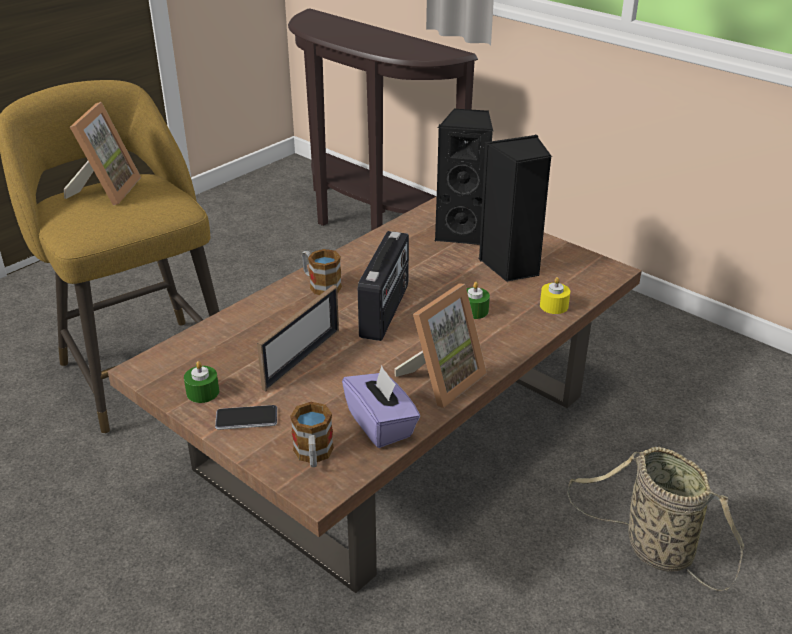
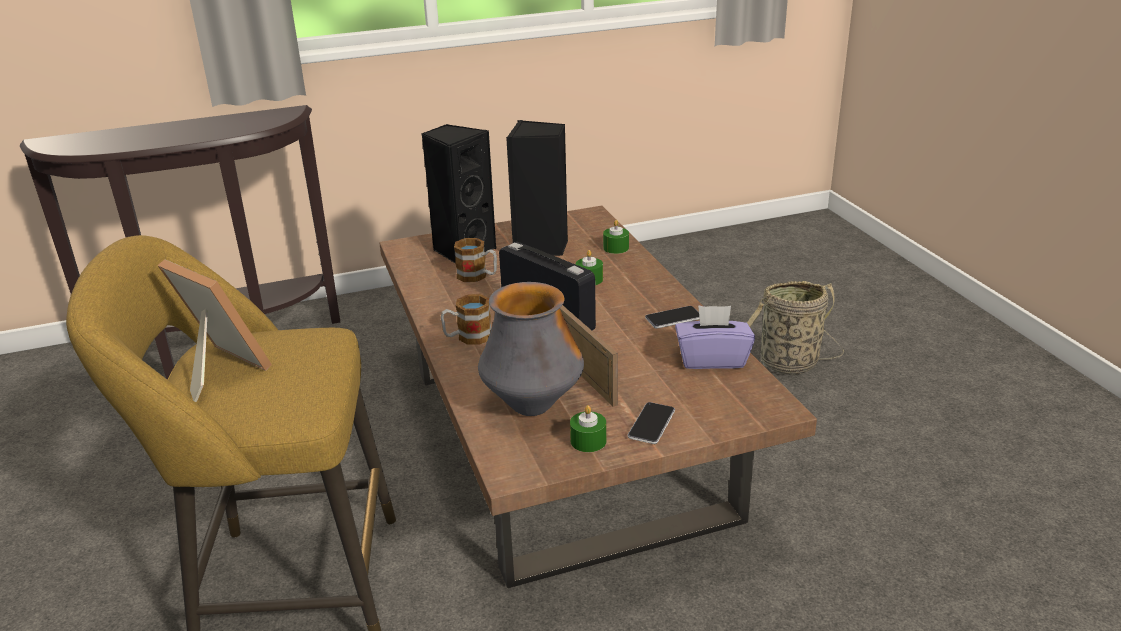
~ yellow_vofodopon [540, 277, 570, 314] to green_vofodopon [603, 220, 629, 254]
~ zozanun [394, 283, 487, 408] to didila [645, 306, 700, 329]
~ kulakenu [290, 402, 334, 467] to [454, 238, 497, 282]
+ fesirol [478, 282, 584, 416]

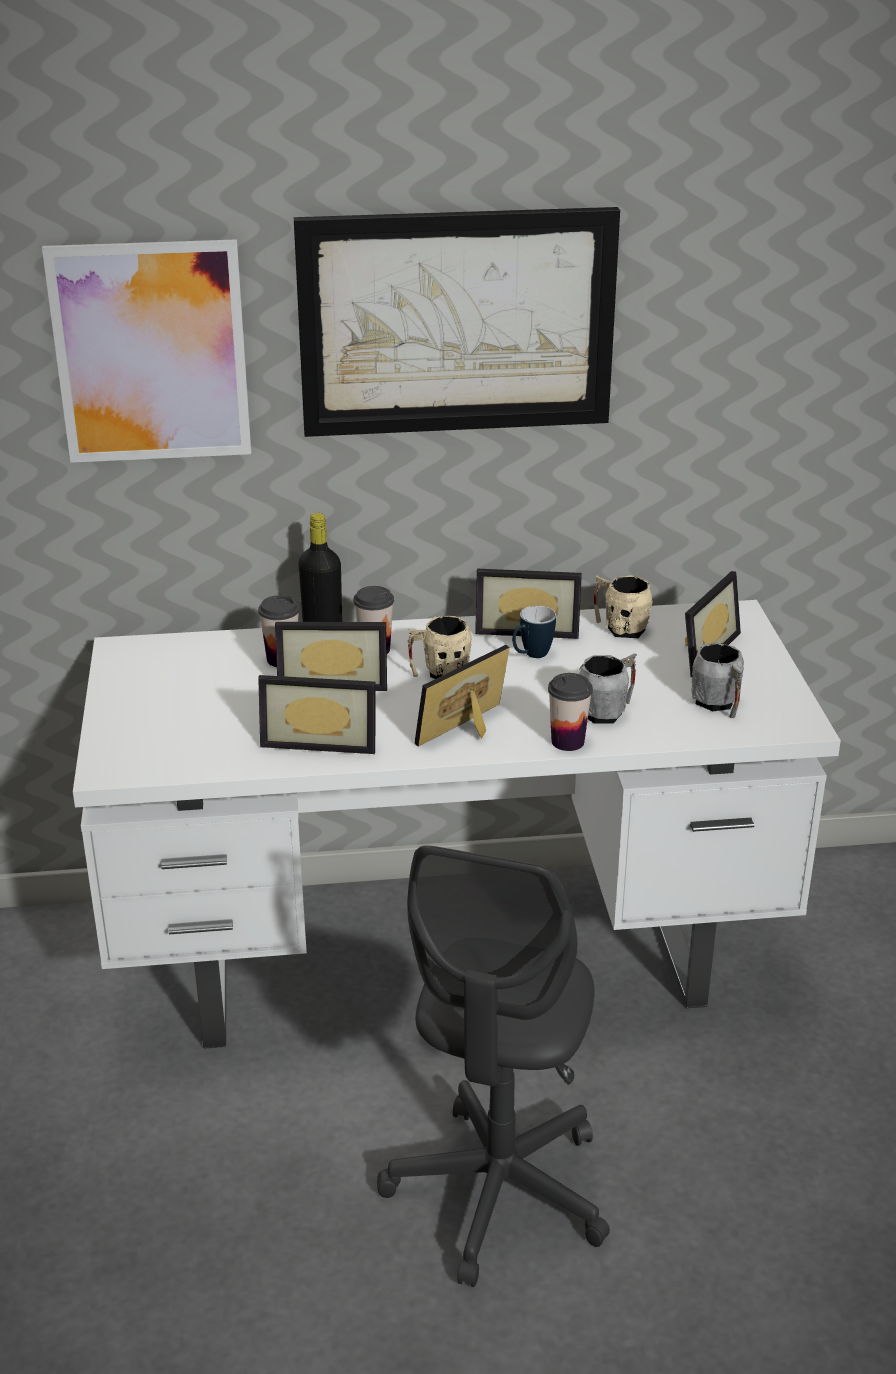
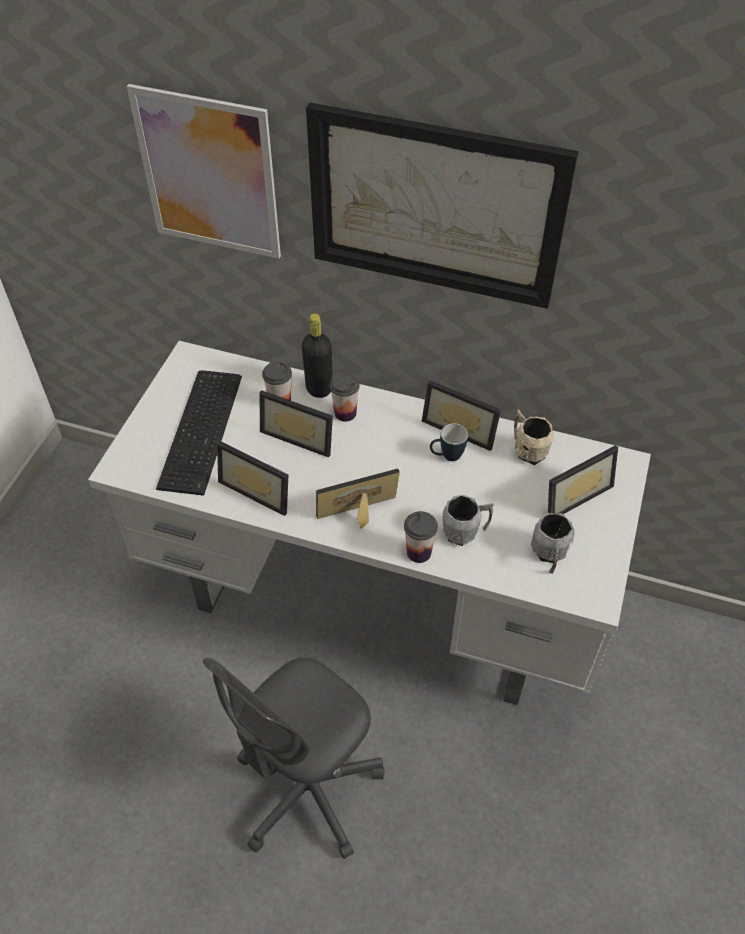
- beige_kulakenu [408, 616, 472, 679]
+ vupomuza [156, 370, 242, 496]

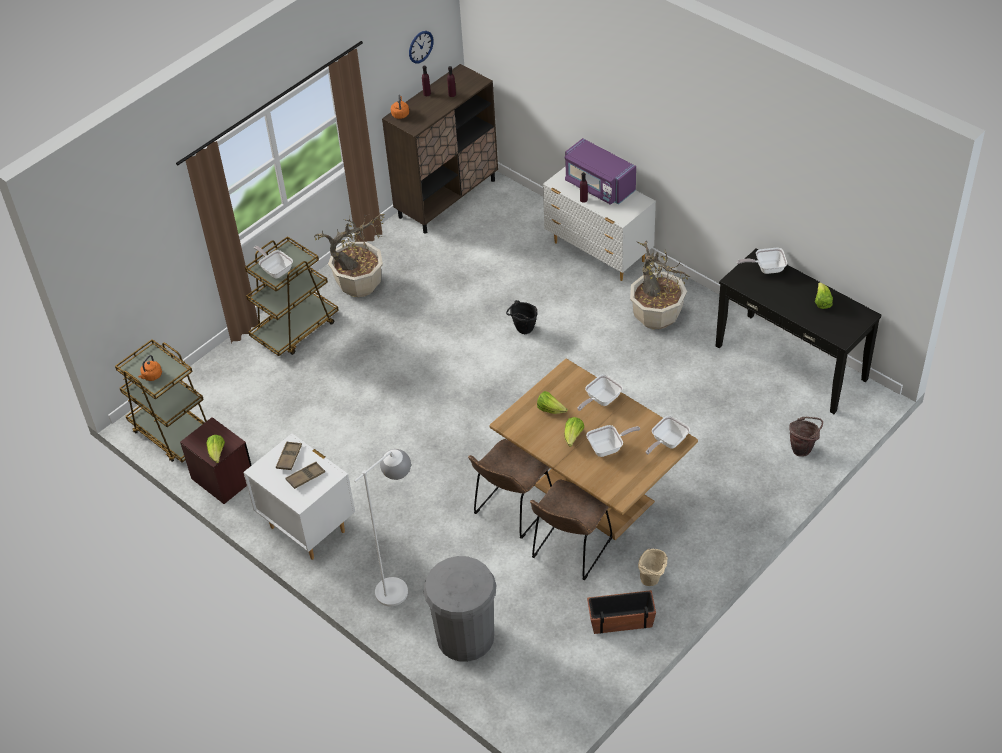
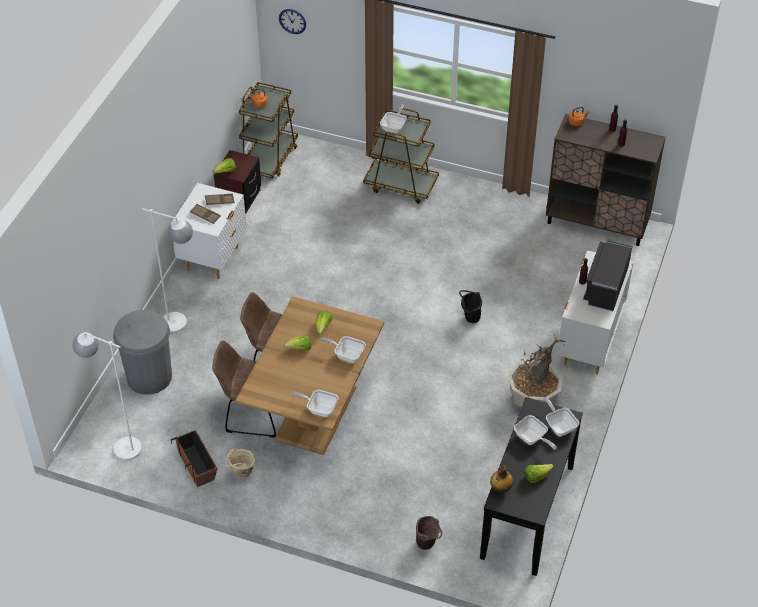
~ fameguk [409, 31, 434, 64] to [279, 9, 306, 34]
~ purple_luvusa [564, 138, 636, 205] to black_luvusa [583, 240, 632, 311]
- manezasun [314, 214, 385, 297]
~ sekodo [586, 425, 640, 457] to [514, 415, 557, 450]
+ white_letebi [73, 332, 142, 460]
+ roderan [490, 465, 513, 493]

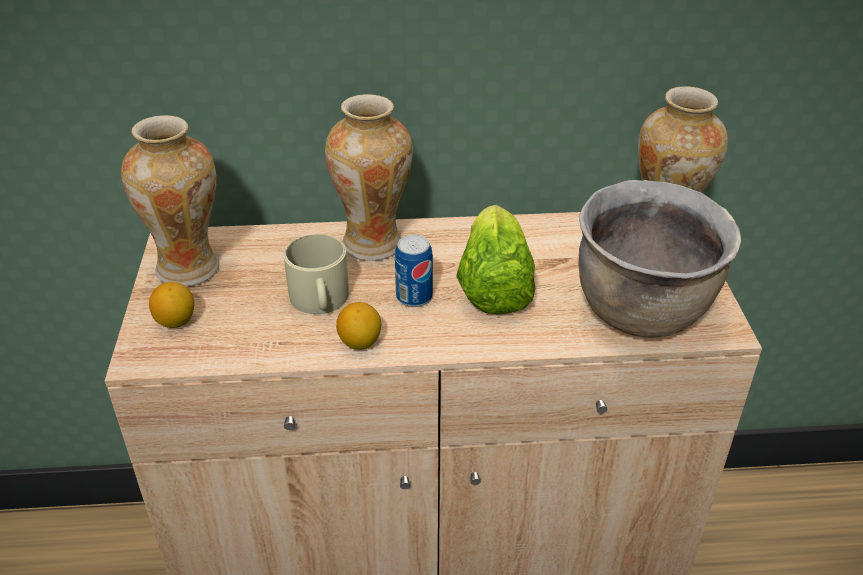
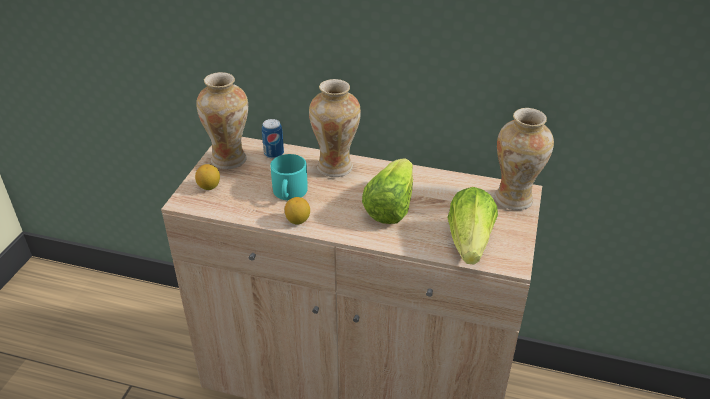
~ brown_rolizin [578, 180, 742, 338] to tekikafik [447, 187, 498, 265]
~ beige_kulakenu [283, 234, 349, 314] to turquoise_kulakenu [270, 154, 308, 200]
~ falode [395, 235, 433, 307] to [262, 119, 284, 159]

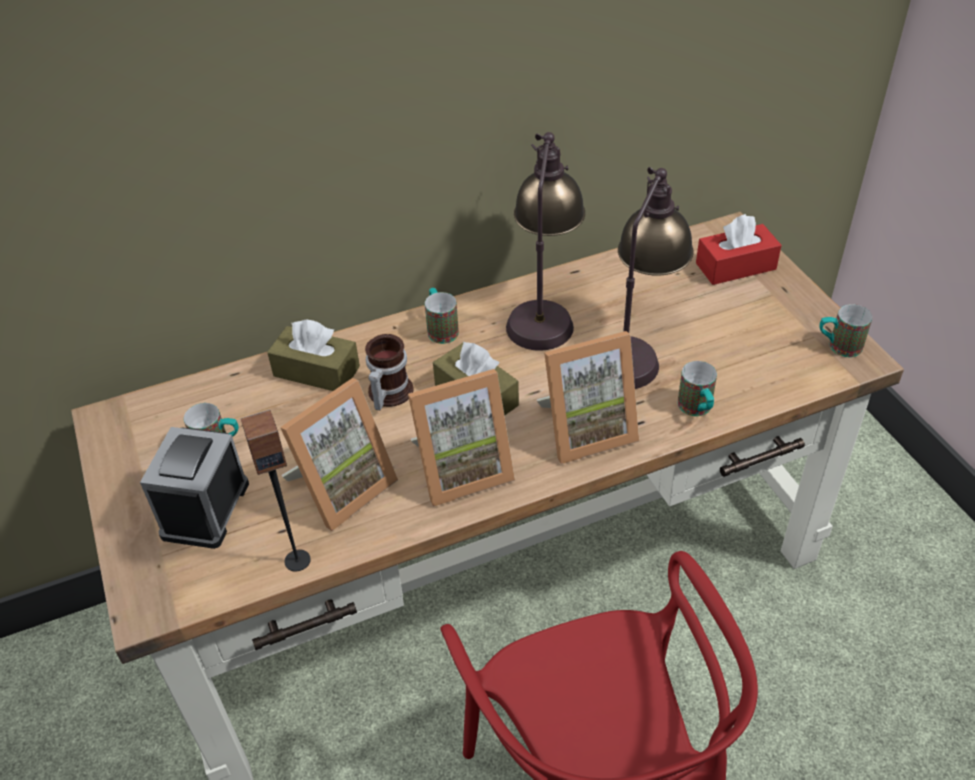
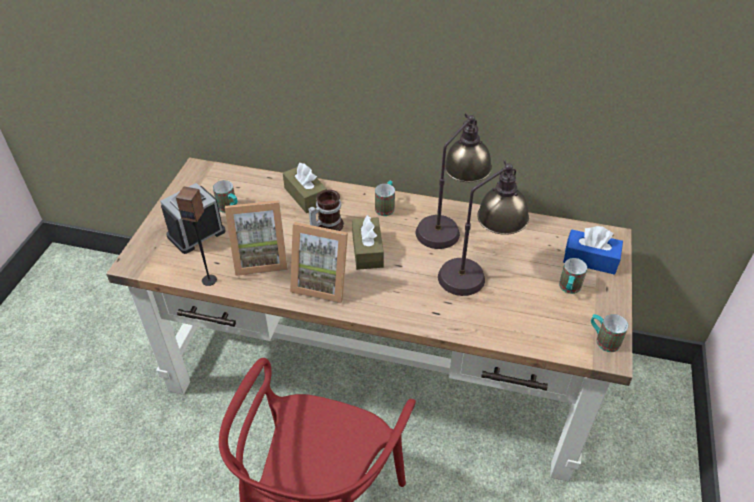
~ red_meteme [696, 214, 782, 285] to blue_meteme [563, 226, 623, 275]
- zozanun [537, 331, 639, 464]
~ kulakenu [677, 361, 717, 416] to [559, 258, 587, 294]

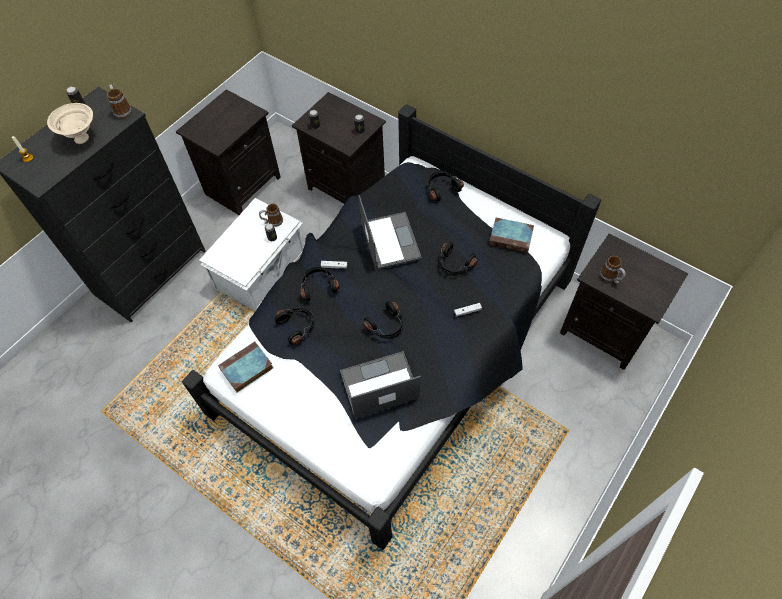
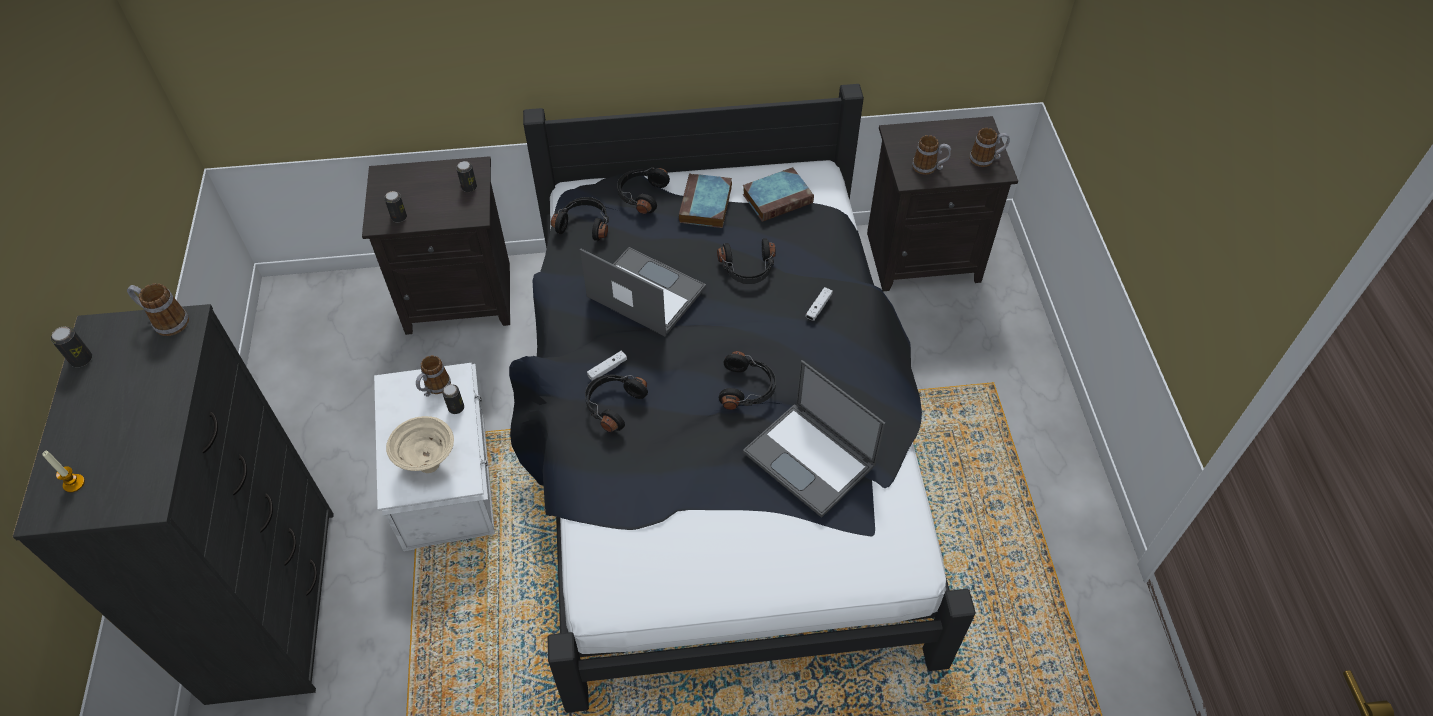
- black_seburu [176, 89, 281, 215]
~ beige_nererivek [47, 103, 93, 144] to [386, 416, 454, 473]
~ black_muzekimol [275, 308, 315, 345] to [551, 197, 609, 241]
~ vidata [218, 342, 274, 392] to [679, 173, 732, 228]
~ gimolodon [340, 351, 421, 418] = [743, 360, 885, 518] 75 degrees counterclockwise
+ kulakenu [969, 128, 1010, 167]

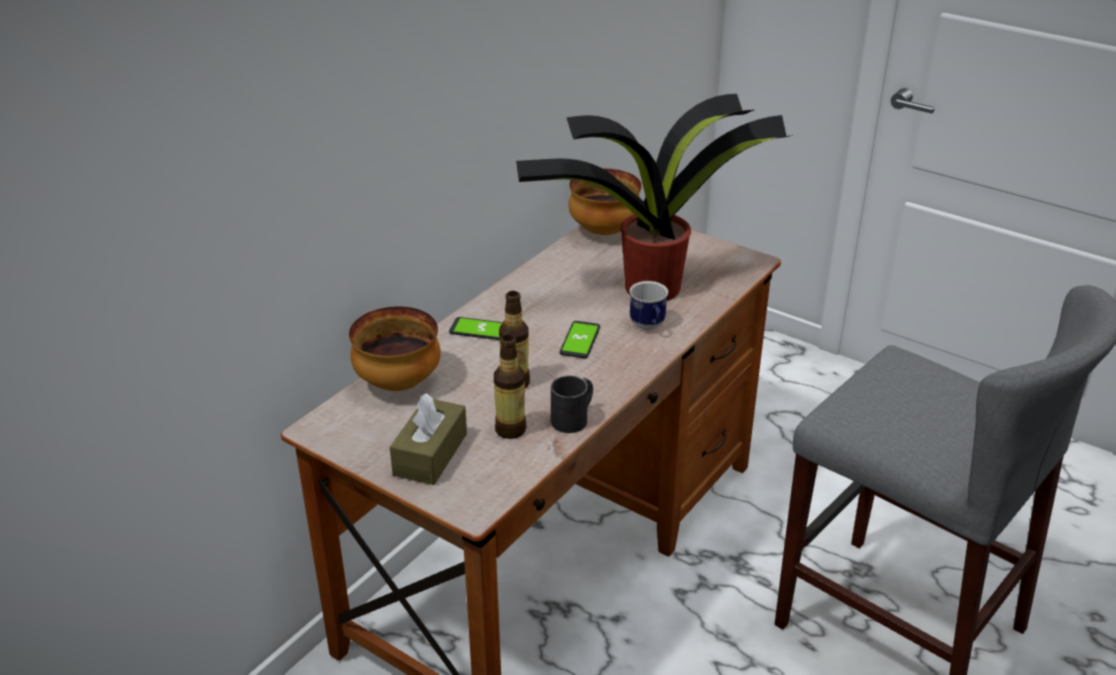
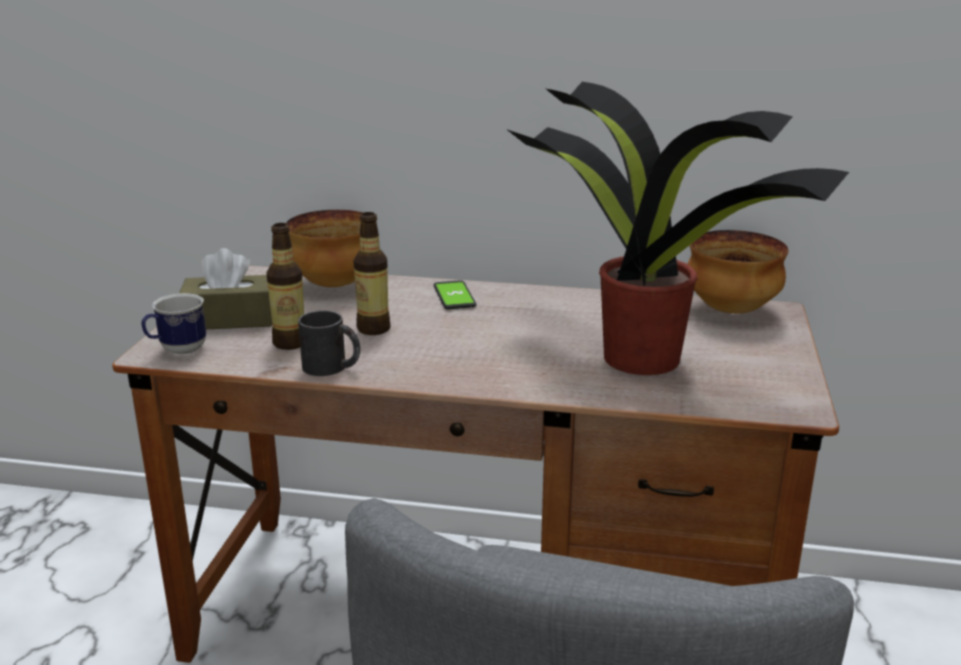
~ kulakenu [630, 281, 668, 330] to [141, 293, 206, 355]
- didila [559, 321, 600, 358]

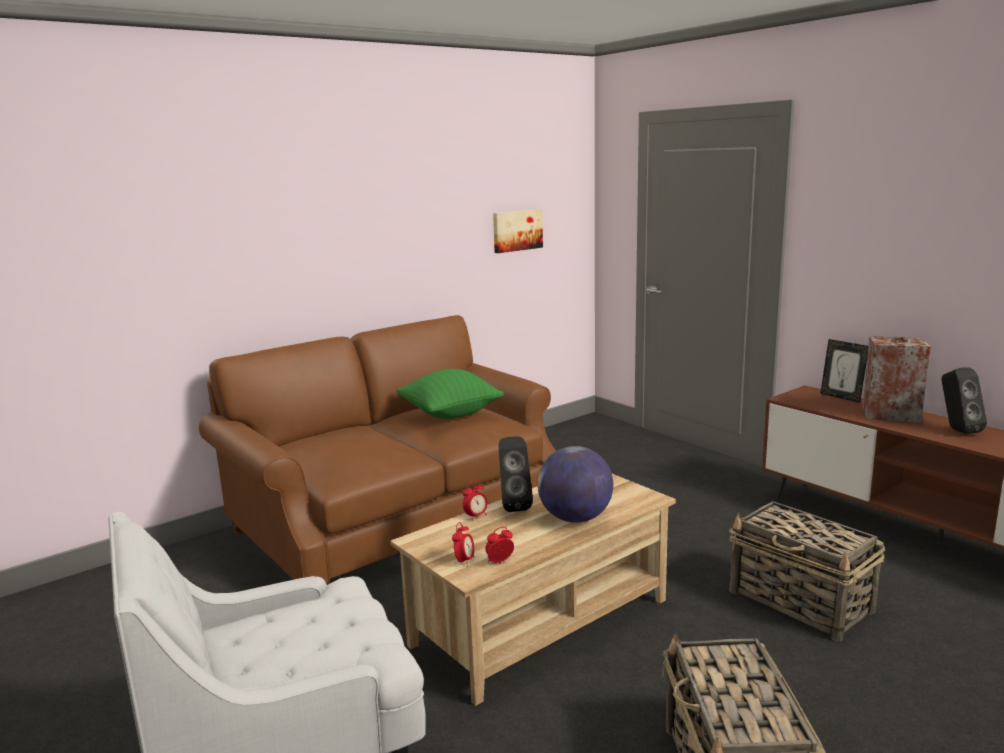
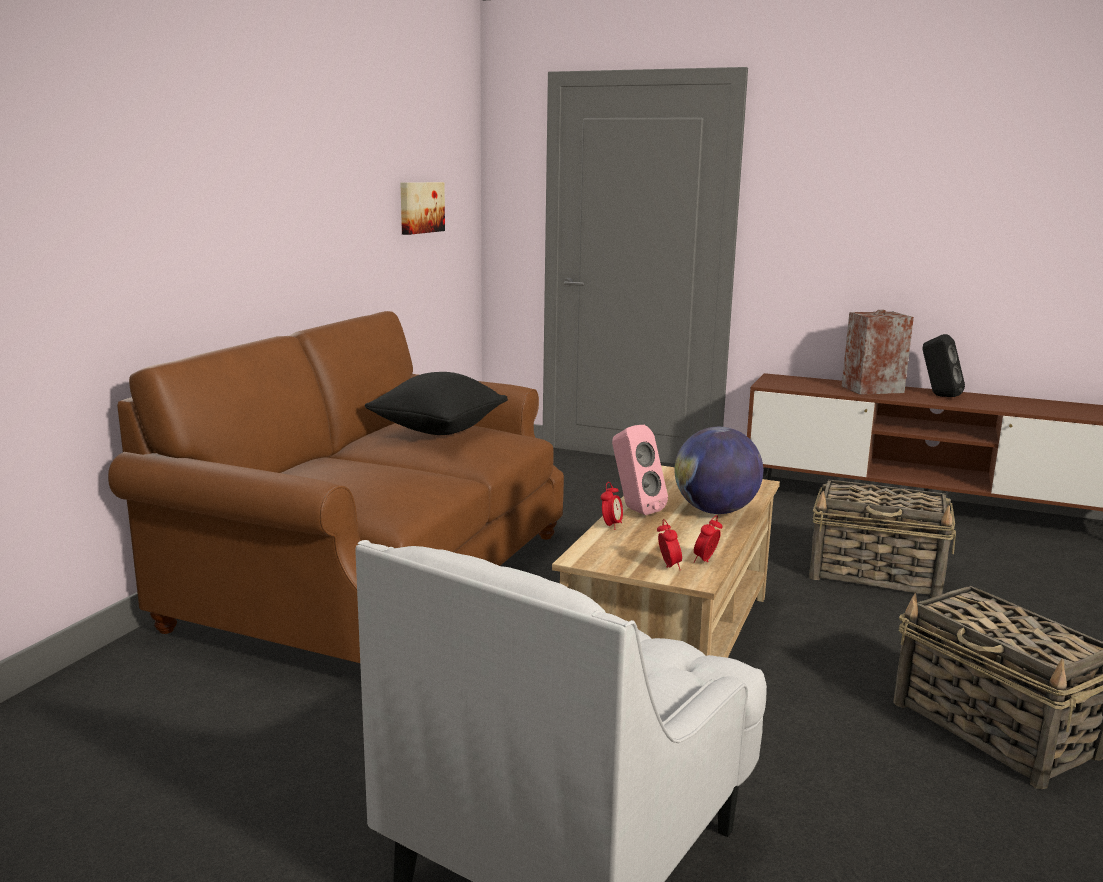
- zozanun [820, 339, 869, 403]
~ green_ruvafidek [396, 369, 504, 419] to black_ruvafidek [365, 372, 508, 435]
~ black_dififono [498, 437, 533, 512] to pink_dififono [612, 425, 668, 515]

